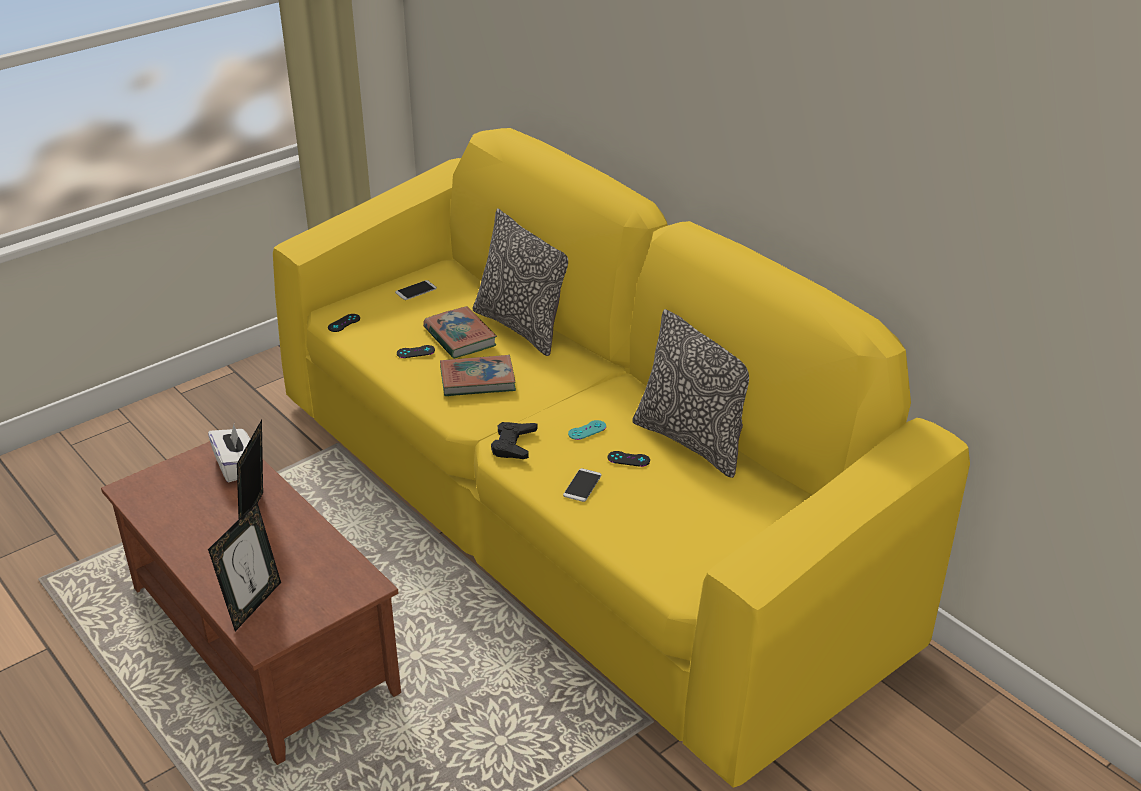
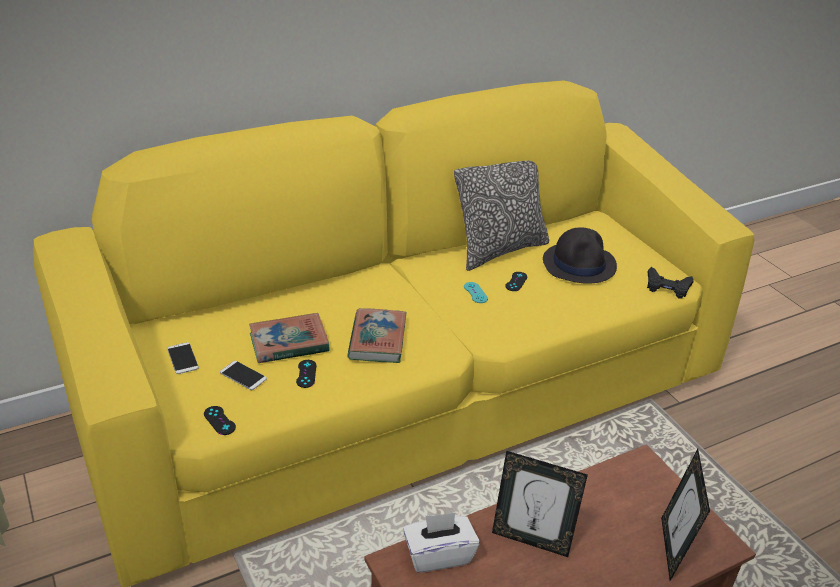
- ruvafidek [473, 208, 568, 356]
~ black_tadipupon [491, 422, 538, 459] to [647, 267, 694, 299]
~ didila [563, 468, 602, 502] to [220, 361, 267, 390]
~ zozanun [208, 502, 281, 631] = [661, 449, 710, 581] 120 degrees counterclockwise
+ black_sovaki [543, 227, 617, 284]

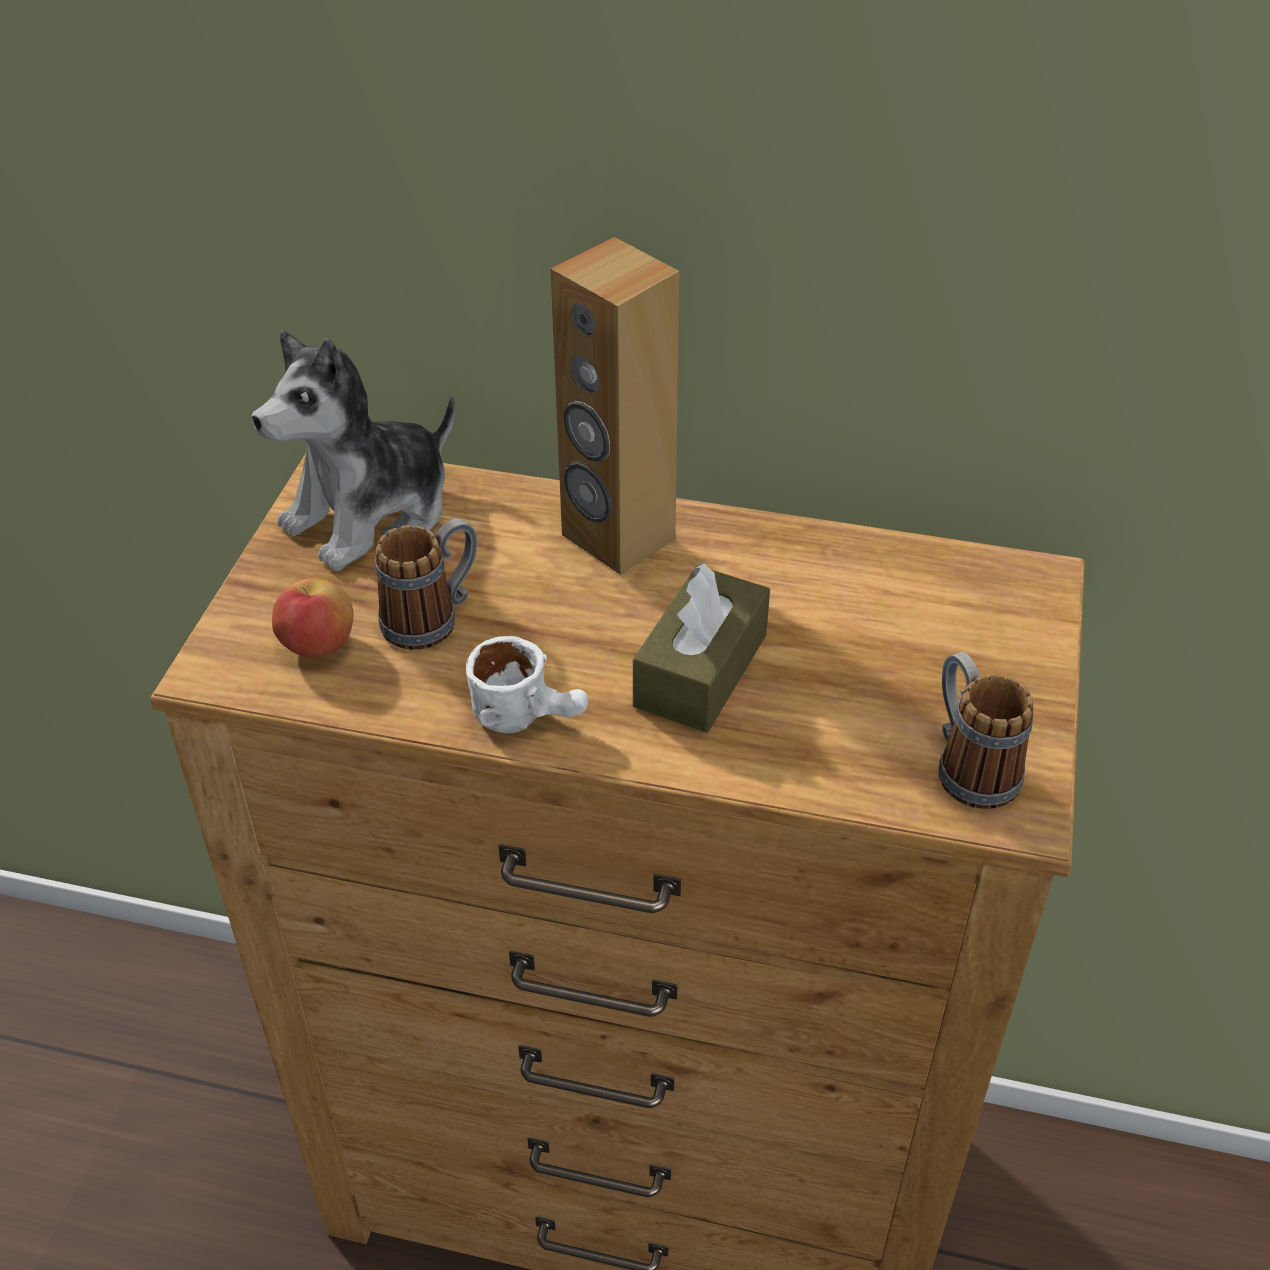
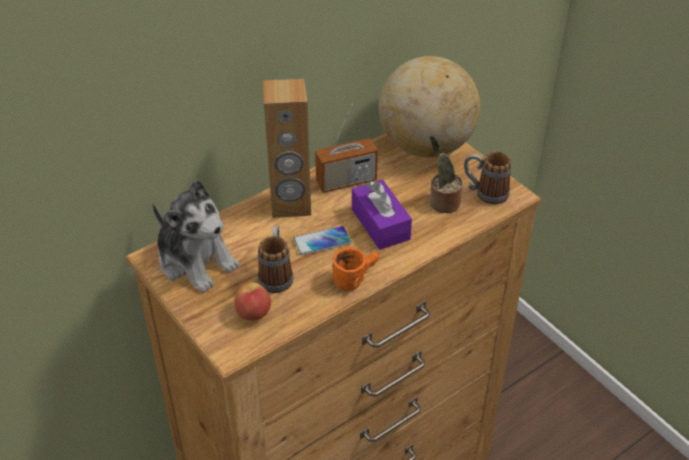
~ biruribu [252, 330, 455, 571] = [152, 180, 240, 293] 45 degrees counterclockwise
~ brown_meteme [633, 563, 770, 732] to purple_meteme [352, 179, 412, 250]
~ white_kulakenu [466, 636, 588, 734] to orange_kulakenu [332, 247, 379, 291]
+ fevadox [379, 56, 480, 158]
+ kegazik [315, 104, 378, 193]
+ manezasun [430, 136, 463, 213]
+ didila [293, 226, 351, 255]

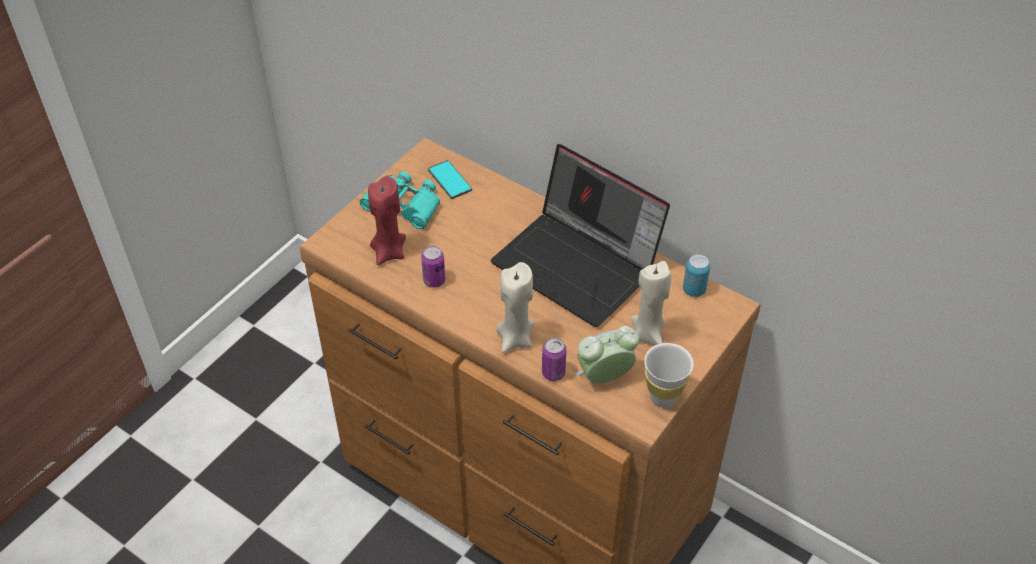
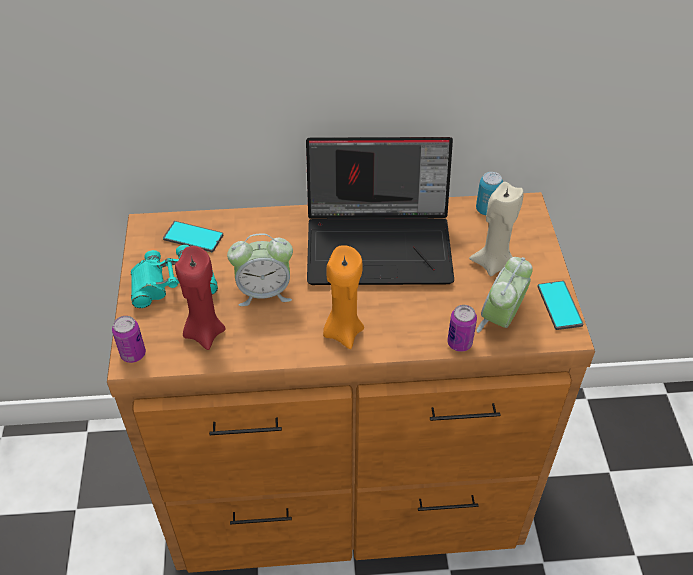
~ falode [421, 246, 445, 288] to [112, 316, 146, 363]
- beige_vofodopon [496, 262, 534, 353]
~ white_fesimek [644, 343, 693, 408] to didila [537, 281, 584, 330]
+ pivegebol [227, 234, 293, 306]
+ orange_vofodopon [323, 245, 364, 349]

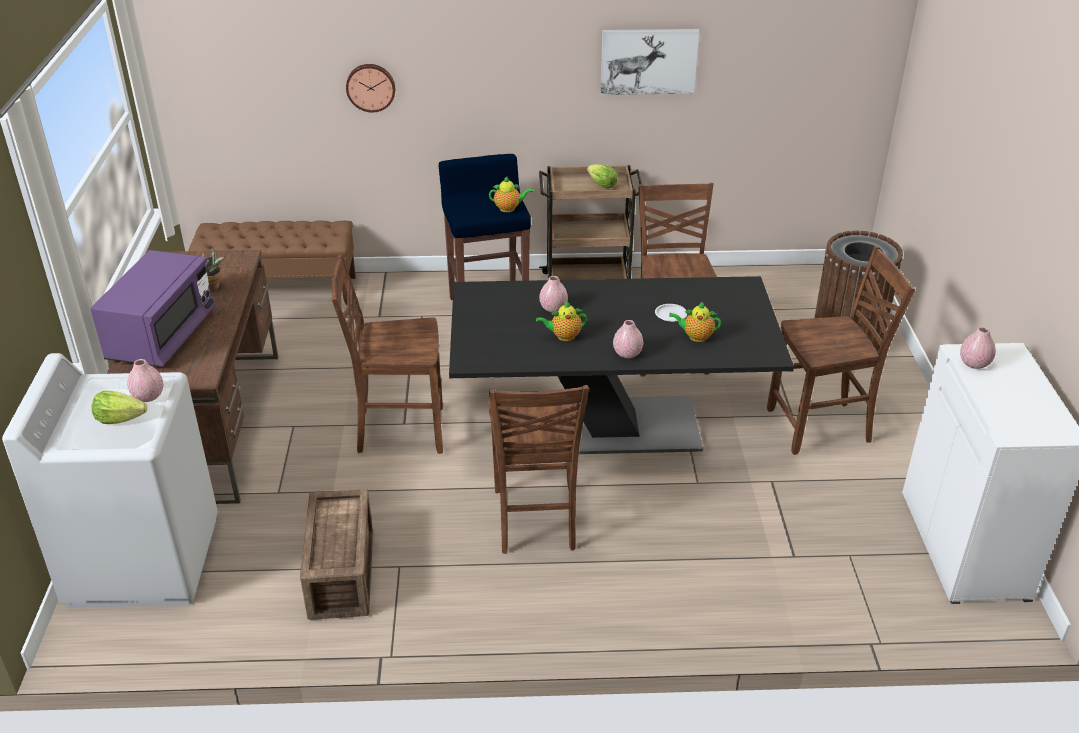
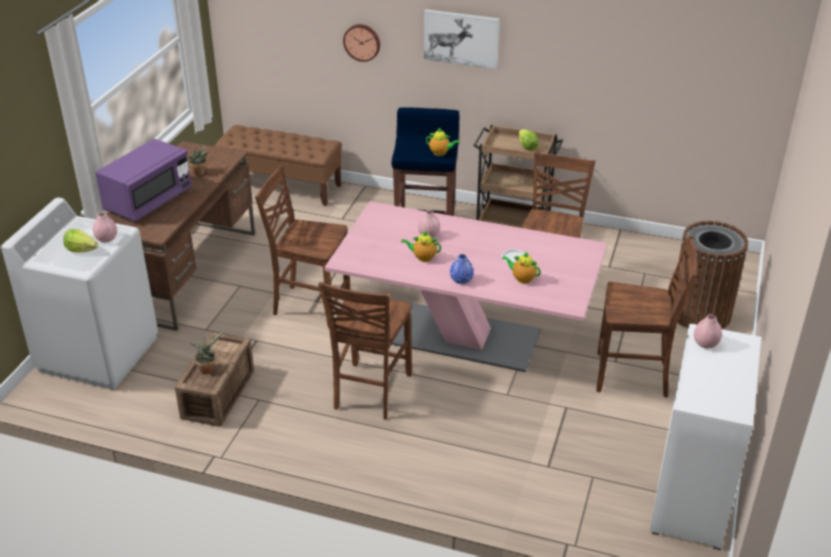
~ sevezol [600, 29, 699, 95] to [424, 9, 500, 69]
~ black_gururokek [449, 276, 794, 454] to pink_gururokek [324, 201, 607, 372]
~ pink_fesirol [613, 320, 643, 358] to blue_fesirol [450, 254, 474, 284]
+ manezasun [190, 332, 223, 374]

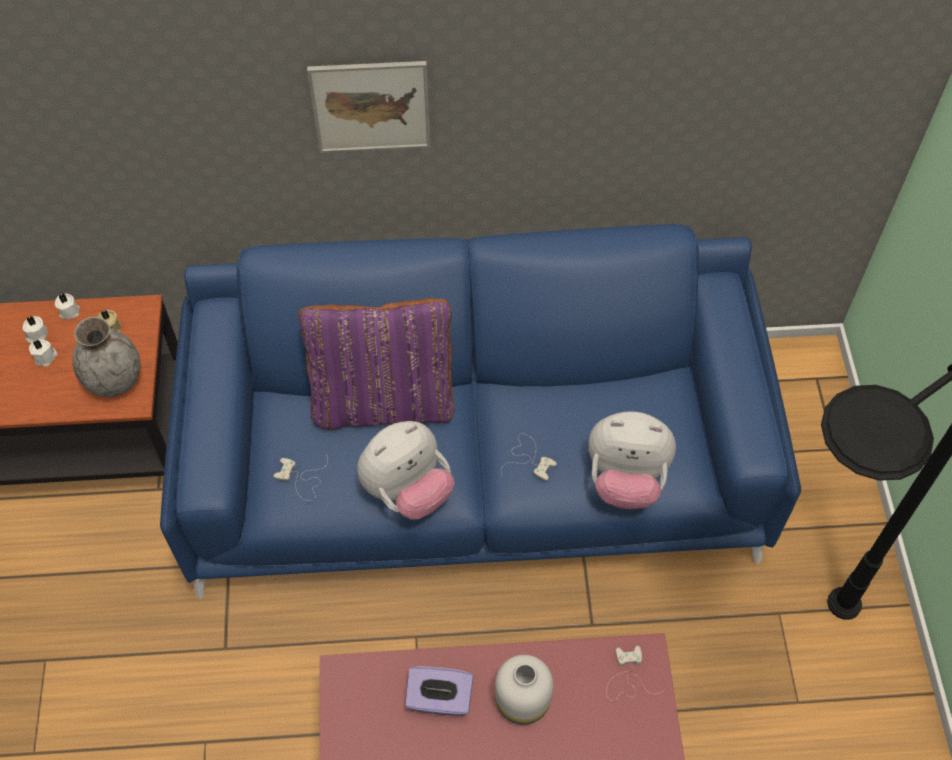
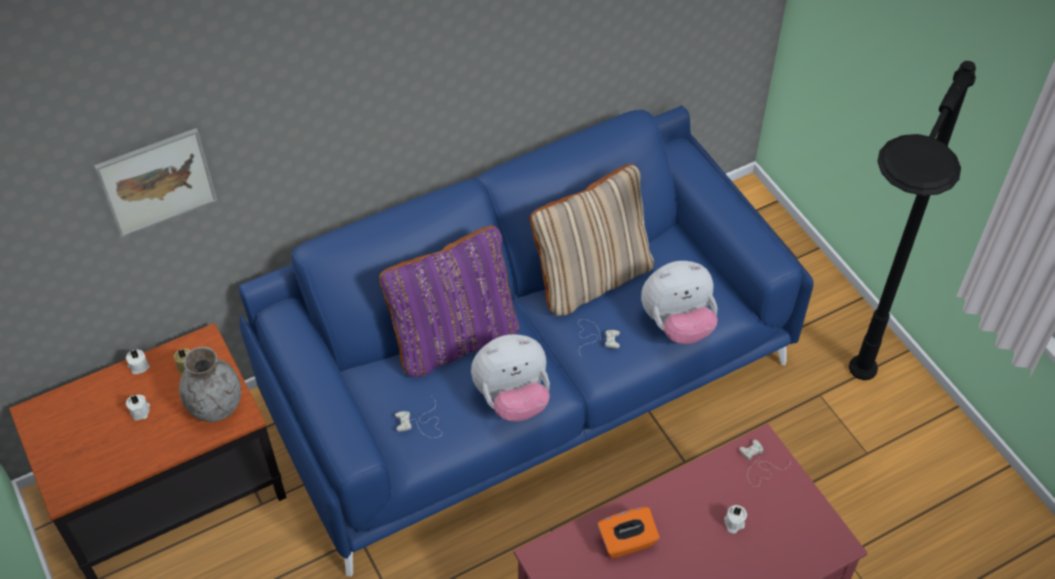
~ sevezol [307, 61, 430, 153] to [94, 128, 217, 238]
~ white_vofodopon [23, 316, 48, 343] to [724, 505, 747, 534]
~ biruribu [357, 421, 455, 520] = [471, 334, 550, 421] 45 degrees clockwise
- white_fesirol [495, 655, 553, 725]
~ purple_meteme [405, 666, 473, 716] to orange_meteme [597, 507, 660, 558]
+ beige_ruvafidek [530, 164, 654, 316]

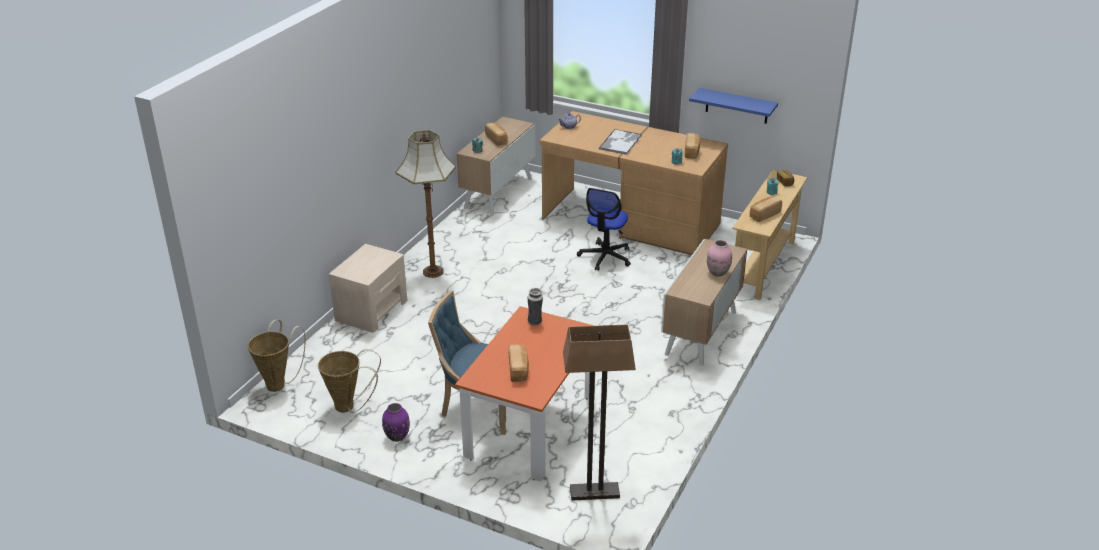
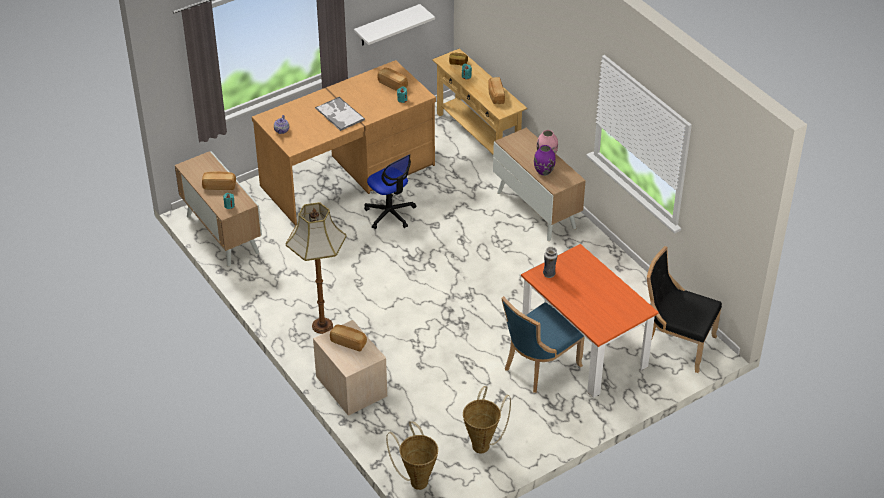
~ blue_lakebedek [689, 88, 778, 124] to white_lakebedek [354, 4, 435, 46]
~ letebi [563, 324, 636, 501] to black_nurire [647, 246, 722, 373]
~ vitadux [509, 344, 529, 382] to [330, 324, 367, 351]
~ purple_fesirol [382, 403, 410, 442] to [534, 145, 556, 176]

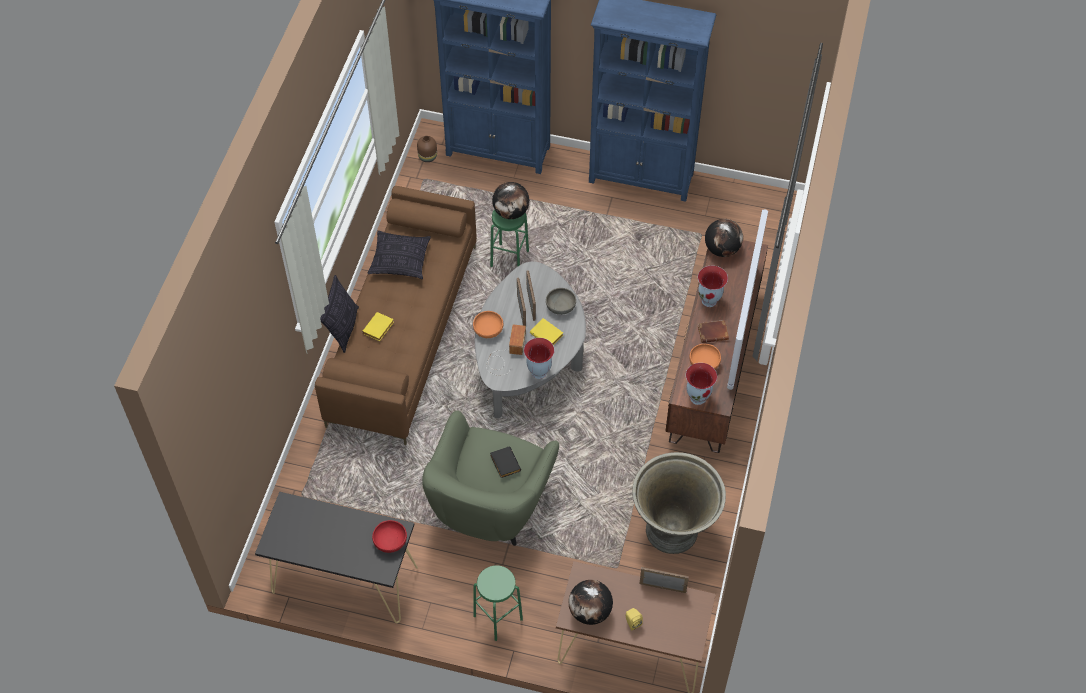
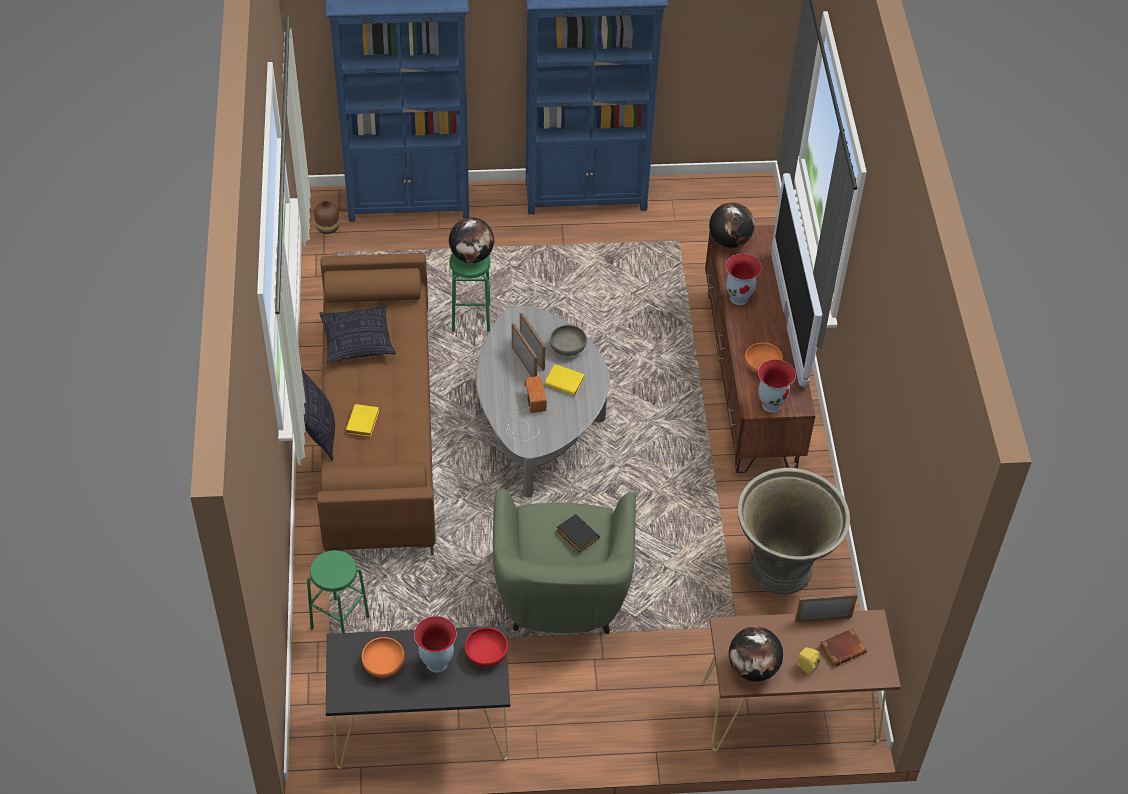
~ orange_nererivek [473, 311, 503, 338] to [362, 637, 405, 677]
~ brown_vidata [698, 320, 729, 343] to [820, 628, 867, 667]
~ fesirol [524, 338, 554, 379] to [414, 616, 457, 672]
~ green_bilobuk [473, 565, 523, 641] to [307, 550, 370, 633]

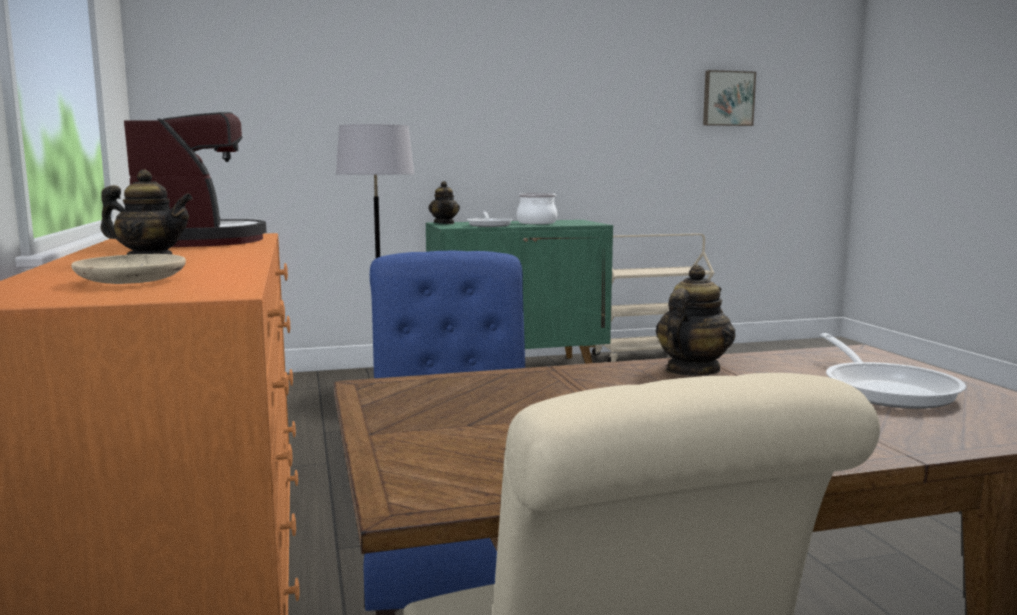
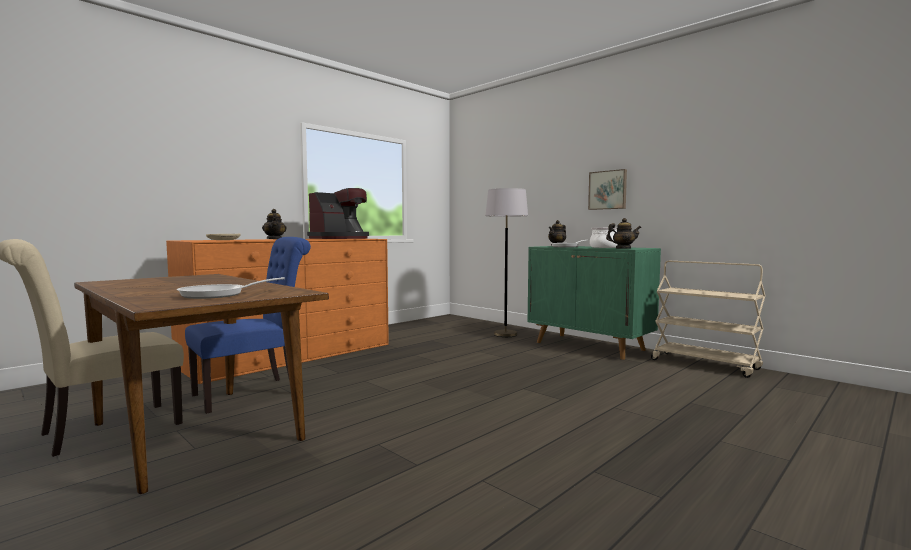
~ sevezol [703, 70, 756, 126] to [588, 169, 627, 210]
~ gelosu [656, 265, 736, 376] to [606, 218, 641, 249]

